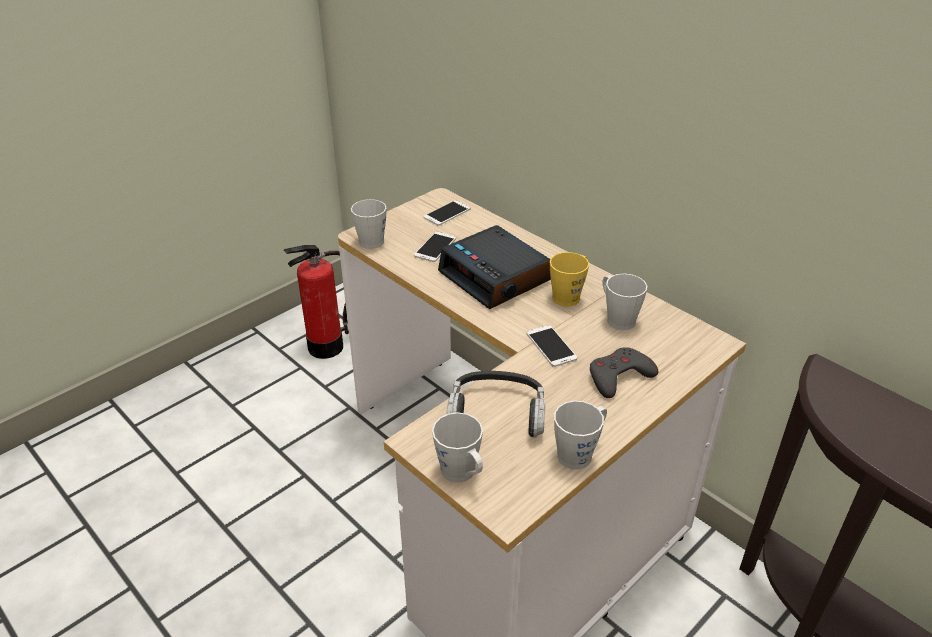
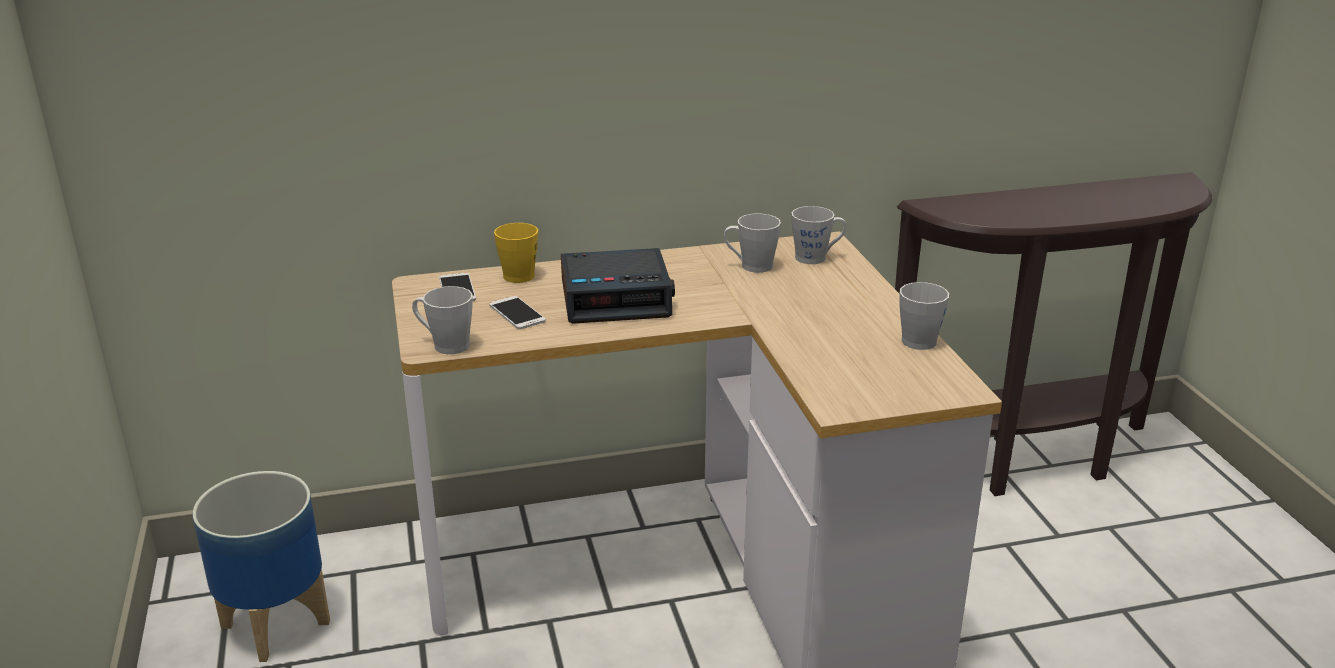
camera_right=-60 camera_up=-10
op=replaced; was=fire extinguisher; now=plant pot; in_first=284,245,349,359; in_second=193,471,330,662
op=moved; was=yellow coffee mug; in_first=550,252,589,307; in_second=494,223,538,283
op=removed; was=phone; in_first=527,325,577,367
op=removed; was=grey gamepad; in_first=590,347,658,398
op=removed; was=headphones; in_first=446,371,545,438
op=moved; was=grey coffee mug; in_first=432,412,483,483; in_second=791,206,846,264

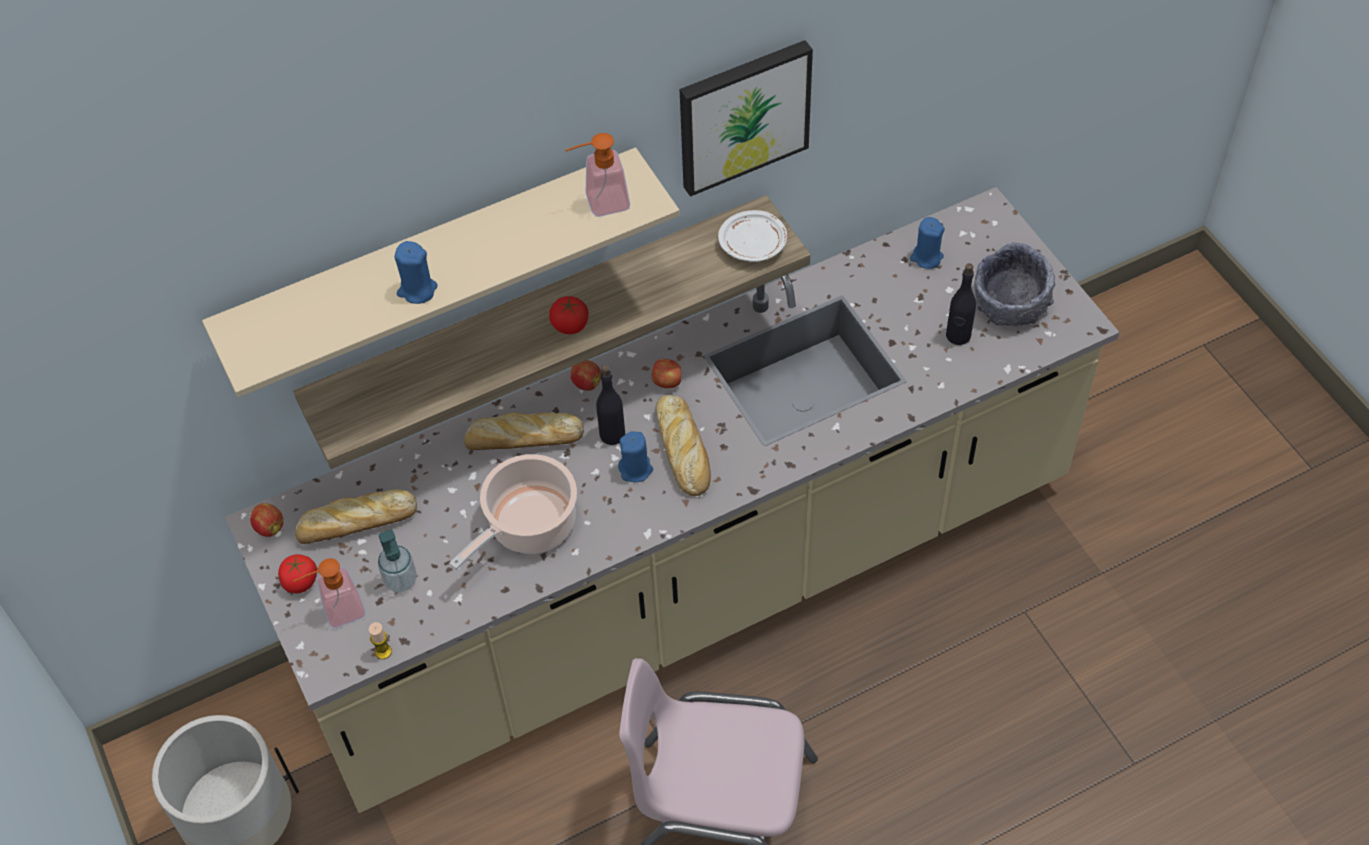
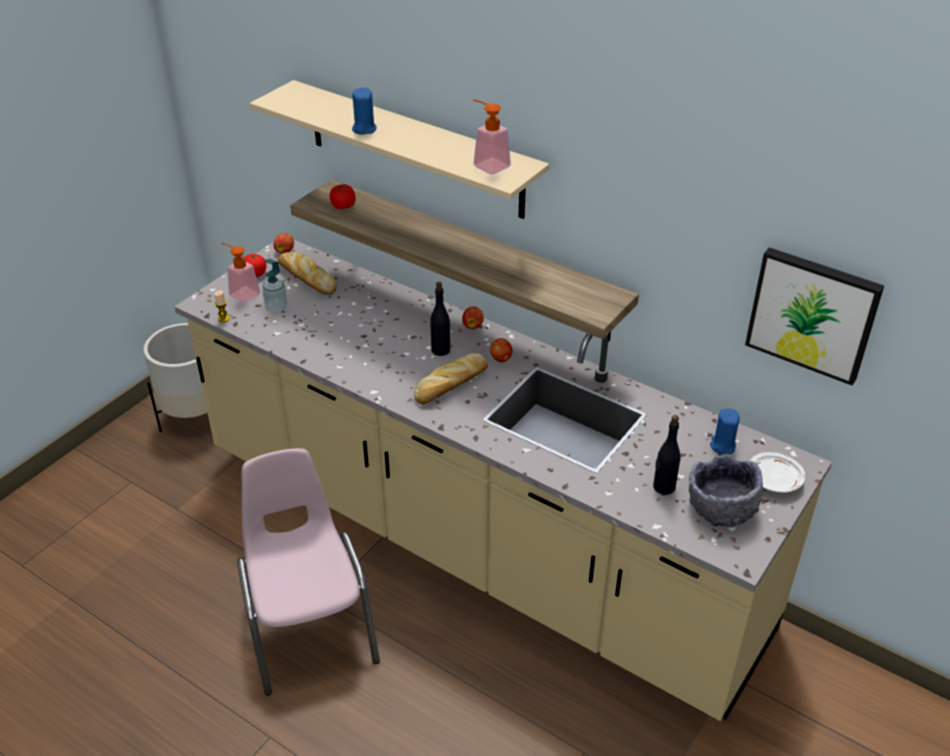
camera_right=60 camera_up=-15
op=moved; was=wall picture; in_first=680,40,813,197; in_second=745,247,884,385
op=moved; was=whitish dinner plate; in_first=718,210,787,262; in_second=749,452,805,493
op=moved; was=fresh tomato; in_first=549,296,588,334; in_second=330,184,356,209
op=removed; was=bakery bread; in_first=464,412,584,450
op=removed; was=bluish wax candle; in_first=618,431,653,482
op=removed; was=cooking pot; in_first=449,454,577,570

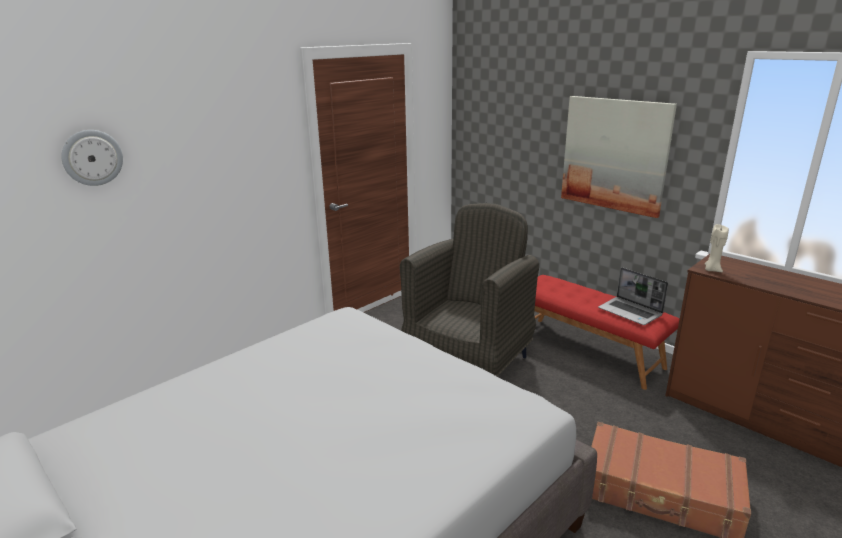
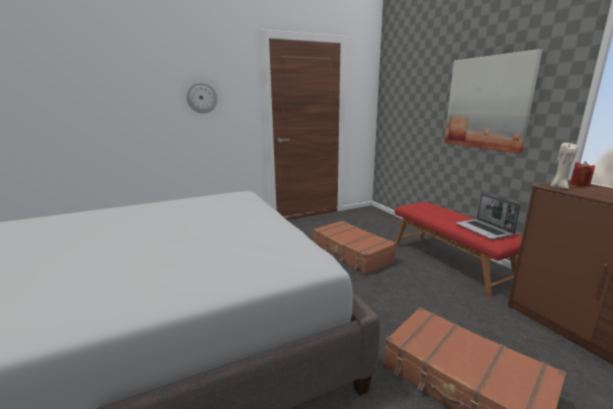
camera_right=20 camera_up=-5
op=moved; was=hanging clock; in_first=61,130,123,186; in_second=186,82,217,113
op=replaced; was=grey easy chair; now=brown travel case; in_first=400,203,539,377; in_second=313,220,397,275
op=added; now=red wax candle; in_second=570,161,595,186

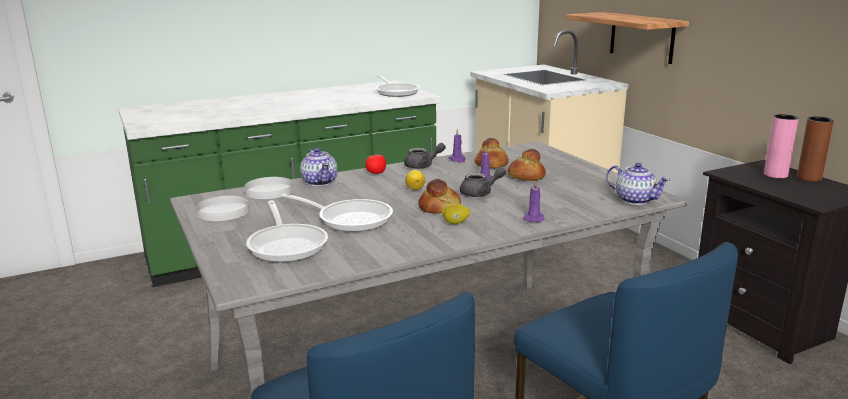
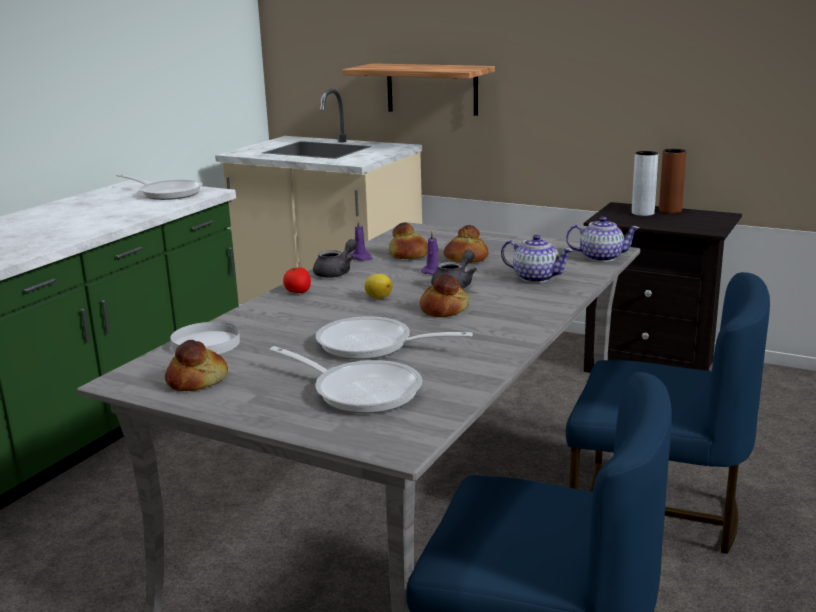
camera_right=-35 camera_up=0
op=recoloured; was=pink flower vase; now=grey flower vase; in_first=764,114,799,178; in_second=632,151,658,216
op=moved; was=pot for tea; in_first=300,148,338,186; in_second=501,235,573,283
op=removed; was=purple wax candle; in_first=523,180,545,222
op=turned; was=skillet; in_first=281,194,393,232; in_second=316,316,473,360; clockwise=-150
op=replaced; was=whitish dinner plate; now=bakery bread; in_first=196,196,250,221; in_second=165,340,228,391
op=removed; was=citrus fruit; in_first=442,203,470,224

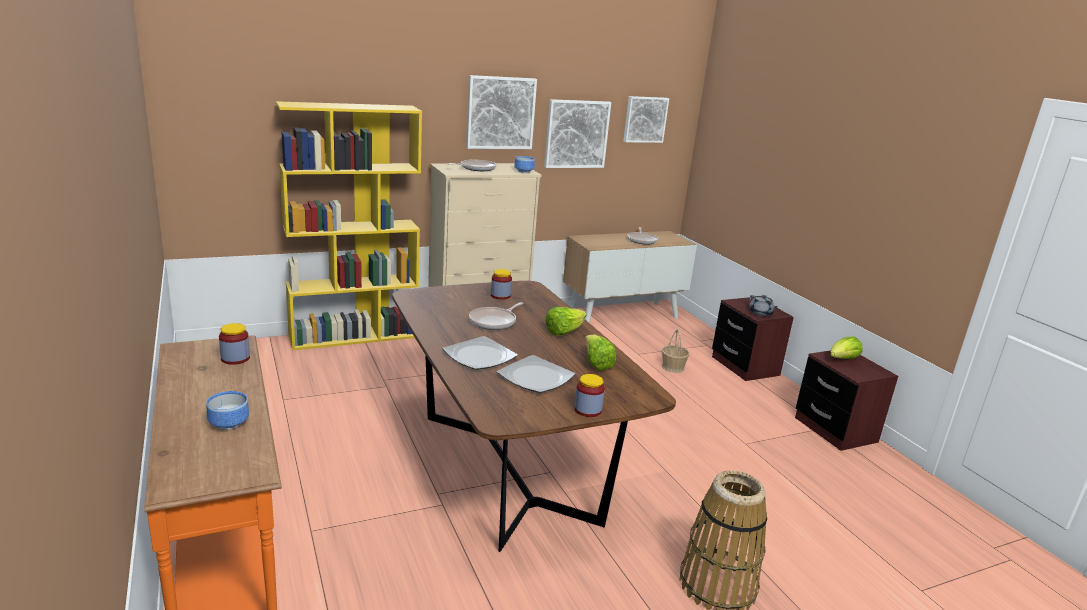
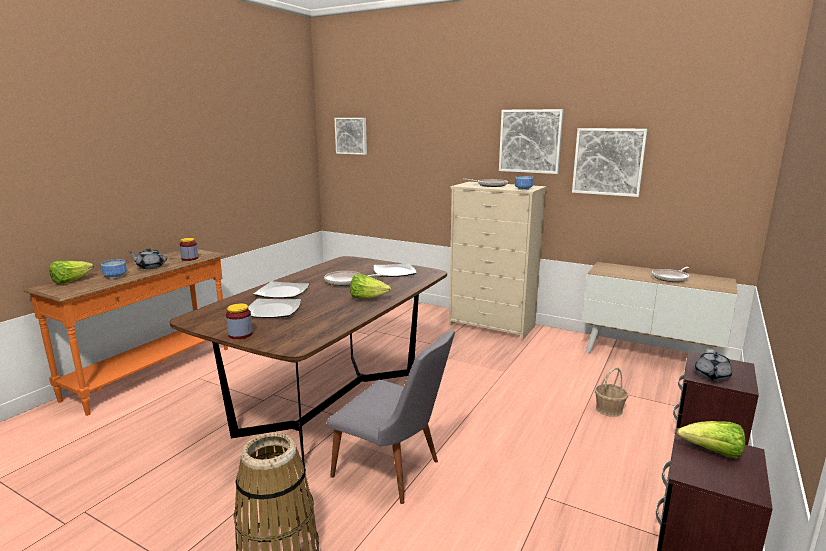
camera_right=55 camera_up=-5
op=moved; was=wall picture; in_first=623,96,669,143; in_second=335,118,367,155
op=removed; was=yellow shelving unit; in_first=276,101,422,350
op=replaced; was=jar; now=dinner plate; in_first=491,269,512,300; in_second=374,263,417,277
op=moved; was=lettuce head; in_first=585,335,616,371; in_second=49,261,94,284
op=added; now=grey pot for tea; in_second=129,248,168,269
op=added; now=grey chair; in_second=327,331,455,504

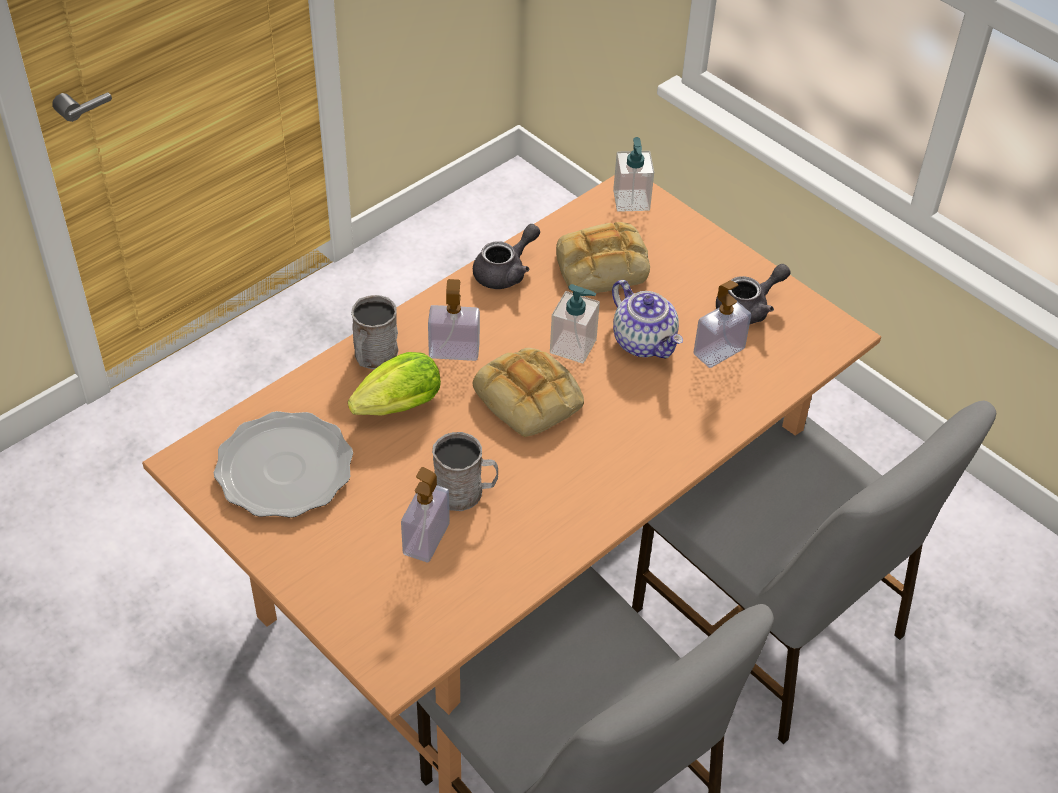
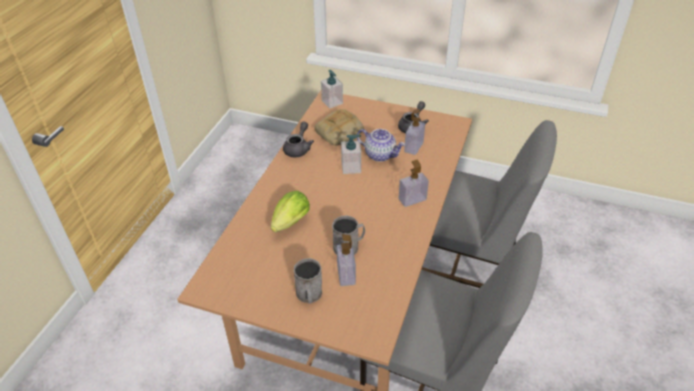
camera_right=-25 camera_up=-5
op=moved; was=soap dispenser; in_first=428,279,480,361; in_second=399,160,429,207
op=moved; was=grey coffee mug; in_first=351,295,399,369; in_second=294,258,322,304
op=removed; was=bakery bread; in_first=472,348,584,438
op=removed; was=dinner plate; in_first=213,411,353,518

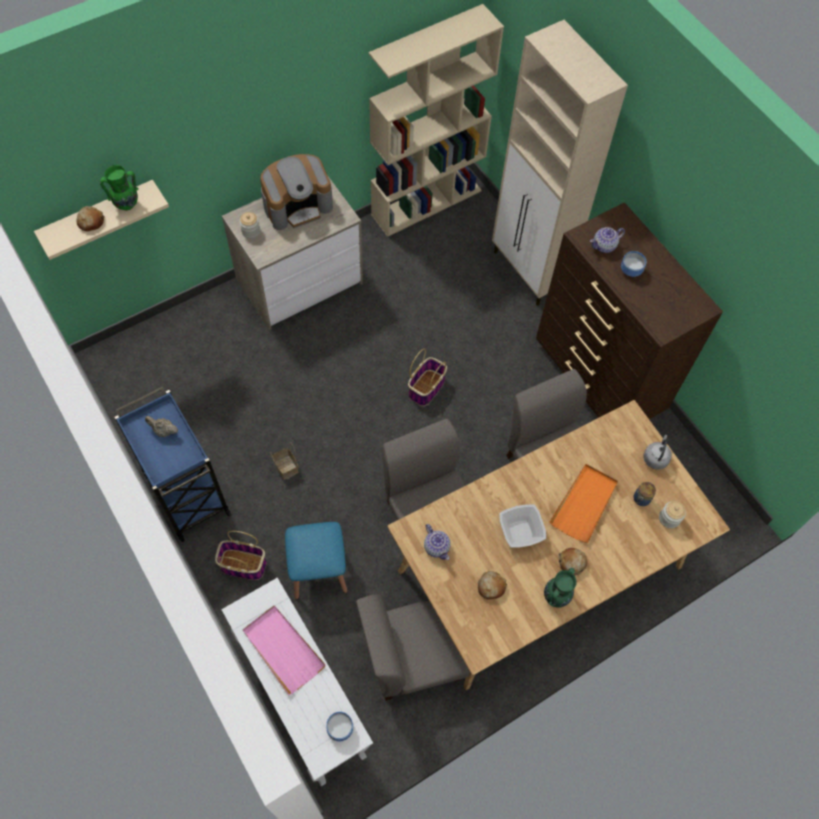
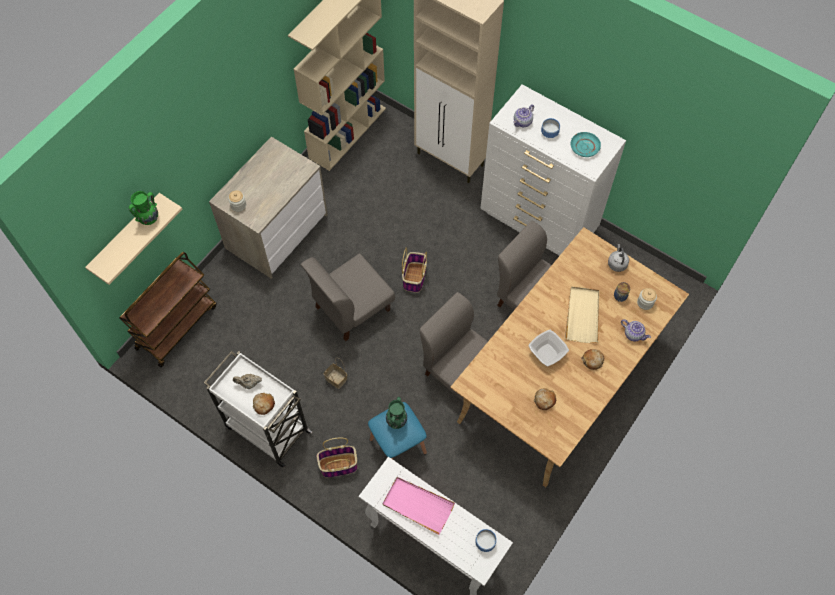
camera_right=-20 camera_up=0
op=removed; was=coffee machine; in_first=260,154,333,230
op=recoloured; was=brown chest of drawers; now=whitish chest of drawers; in_first=536,202,723,420; in_second=480,84,626,256
op=moved; was=bakery bread; in_first=77,206,105,231; in_second=253,393,275,415
op=recoloured; was=bluish wheeled cart; now=whitish wheeled cart; in_first=114,387,232,542; in_second=204,351,312,467
op=recoloured; was=orange-coloured tray; now=beige tray; in_first=549,464,618,543; in_second=565,286,599,343
op=moved; was=pot for tea; in_first=424,524,451,560; in_second=621,320,651,342
op=moved; was=greenish flower vase; in_first=544,568,577,608; in_second=386,397,407,429
op=moved; was=grey chair; in_first=356,594,470,701; in_second=301,253,395,341
op=added; now=turquoise-coloured dinner plate; in_second=571,132,601,157
op=added; now=brown wheeled cart; in_second=119,252,217,367

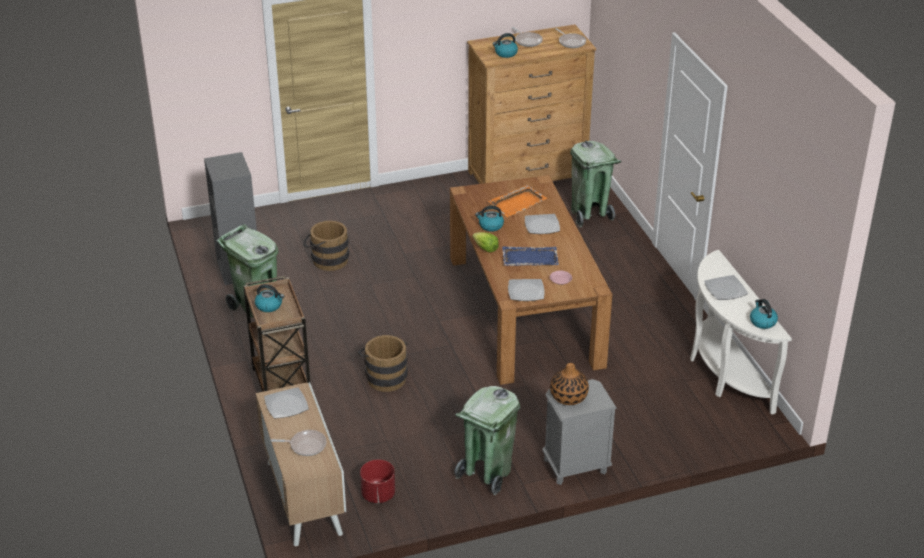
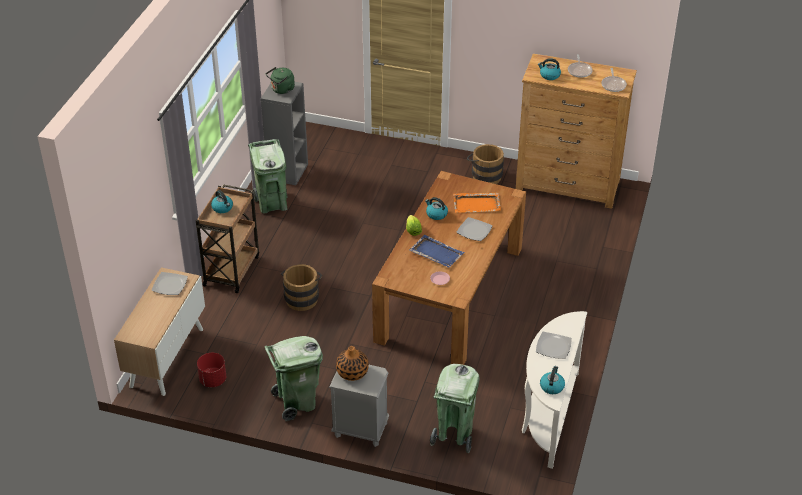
camera_right=35 camera_up=5
op=moved; was=greenish waste bin; in_first=570,141,621,227; in_second=430,364,480,453
op=moved; was=brown water bucket; in_first=303,221,349,271; in_second=467,144,504,184
op=removed; was=dinner plate; in_first=508,279,545,301
op=removed; was=skillet; in_first=271,430,326,456
op=added; now=greenish tea kettle; in_second=266,67,295,94

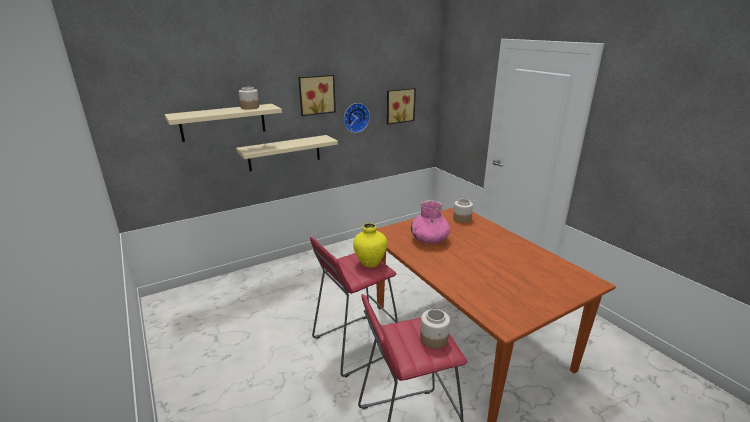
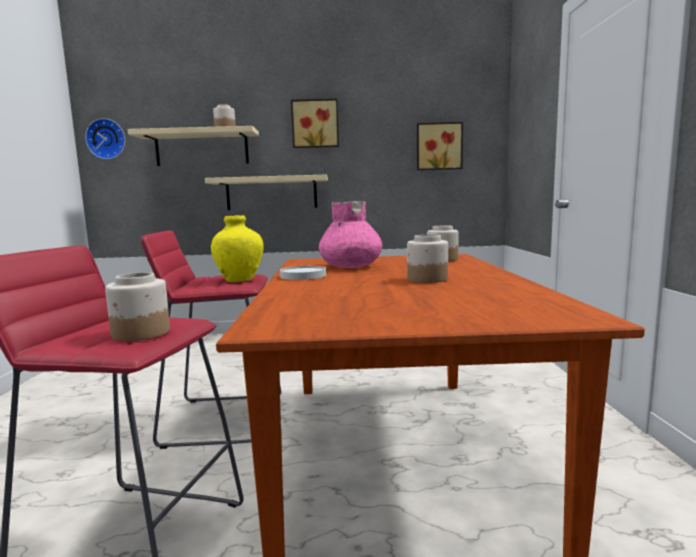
camera_right=30 camera_up=-15
op=moved; was=hanging clock; in_first=344,103,370,133; in_second=85,118,125,159
op=added; now=jar; in_second=407,235,448,283
op=added; now=whitish dinner plate; in_second=280,266,326,280

